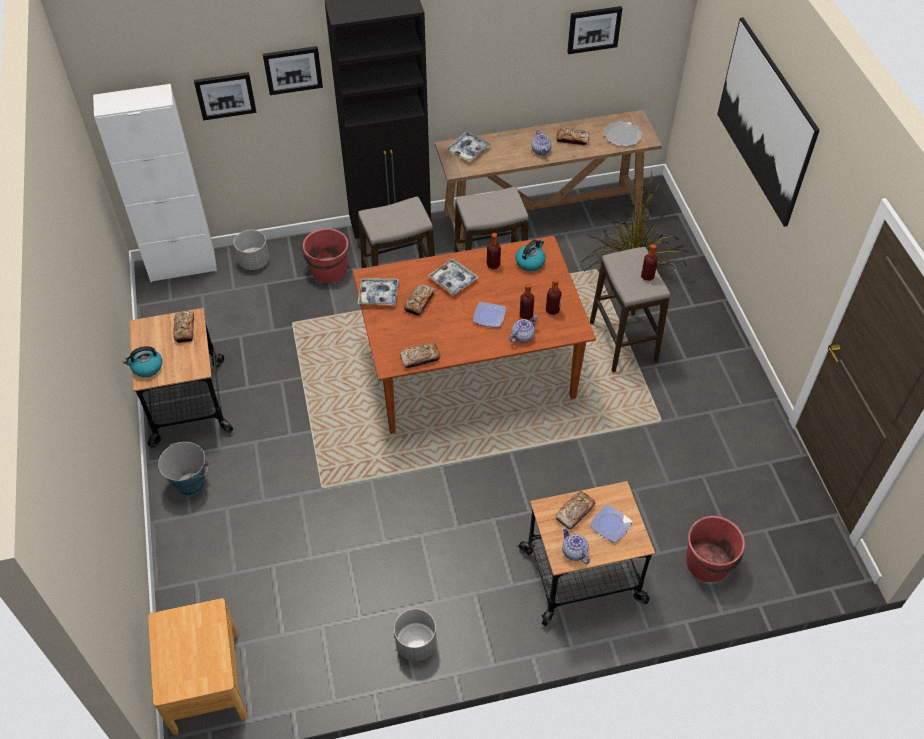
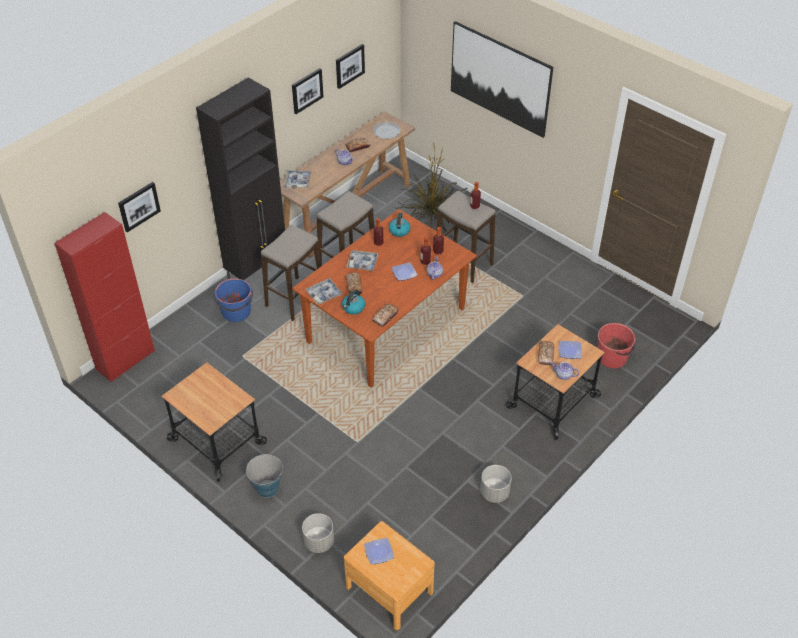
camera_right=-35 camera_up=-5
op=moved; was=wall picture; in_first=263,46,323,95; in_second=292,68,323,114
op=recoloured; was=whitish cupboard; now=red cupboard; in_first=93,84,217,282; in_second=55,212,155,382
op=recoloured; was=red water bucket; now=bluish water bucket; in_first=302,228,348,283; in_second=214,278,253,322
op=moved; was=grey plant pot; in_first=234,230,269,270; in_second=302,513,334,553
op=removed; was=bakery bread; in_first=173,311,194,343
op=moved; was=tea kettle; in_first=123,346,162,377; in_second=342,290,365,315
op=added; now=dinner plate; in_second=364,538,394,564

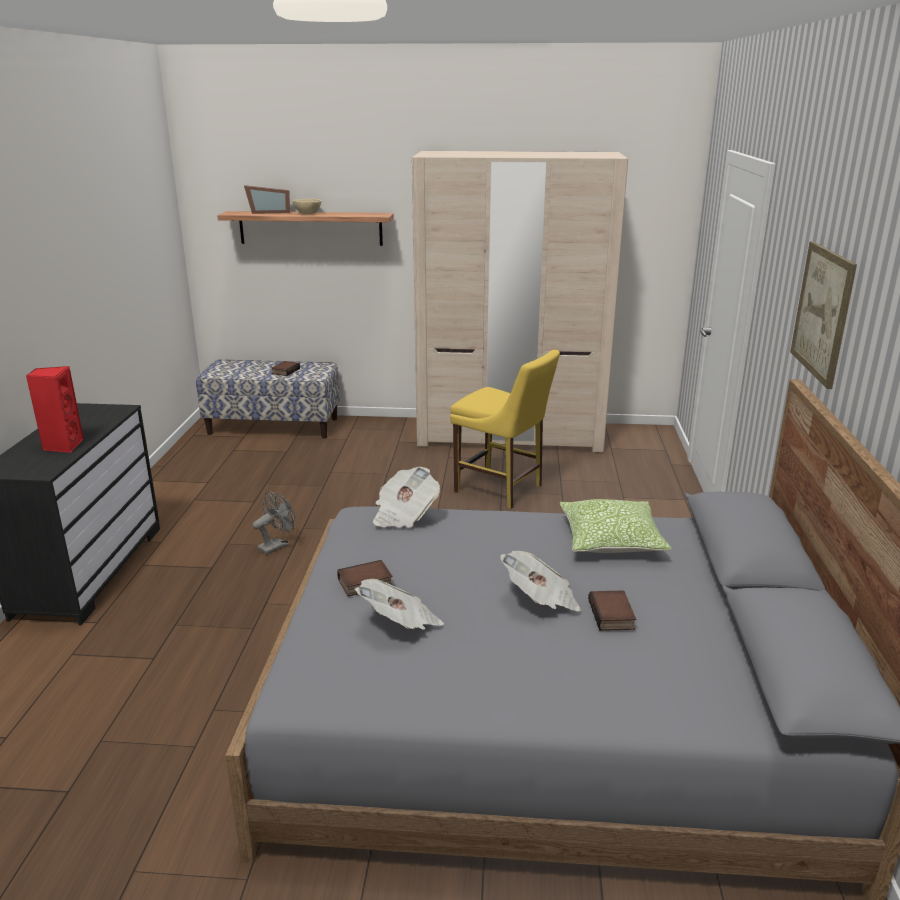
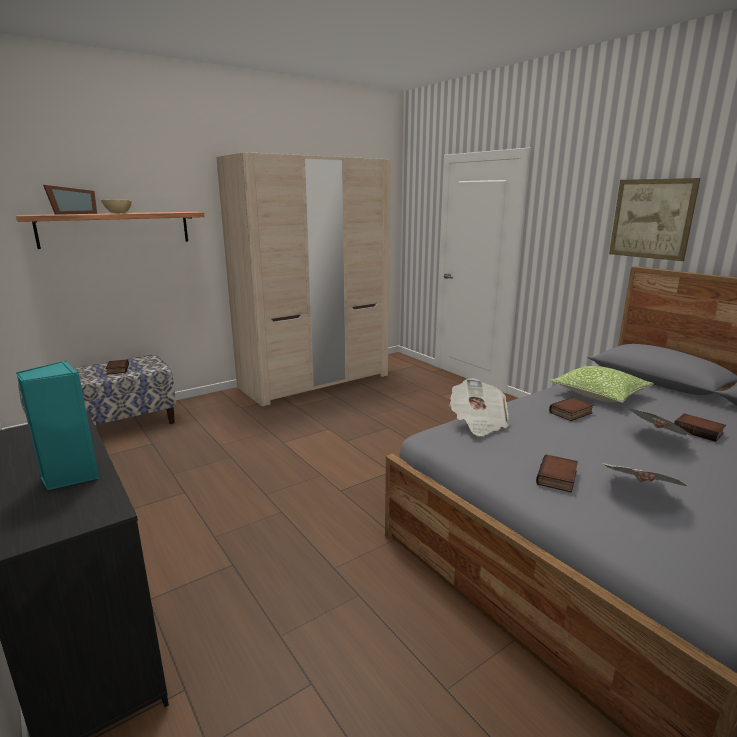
camera_right=-40 camera_up=-5
op=removed; was=yellow chair; in_first=450,349,560,509
op=recoloured; was=red speaker; now=turquoise-coloured speaker; in_first=26,366,84,453; in_second=16,361,99,490
op=removed; was=grey fan; in_first=252,491,295,555
op=added; now=book; in_second=549,397,594,421

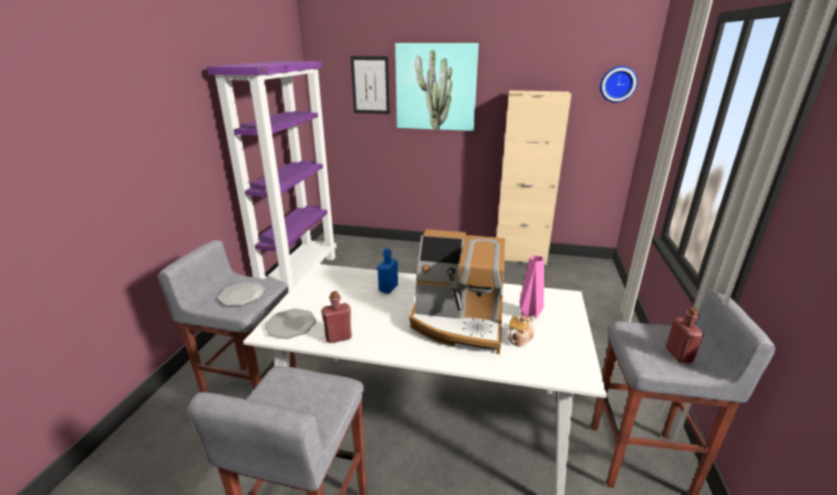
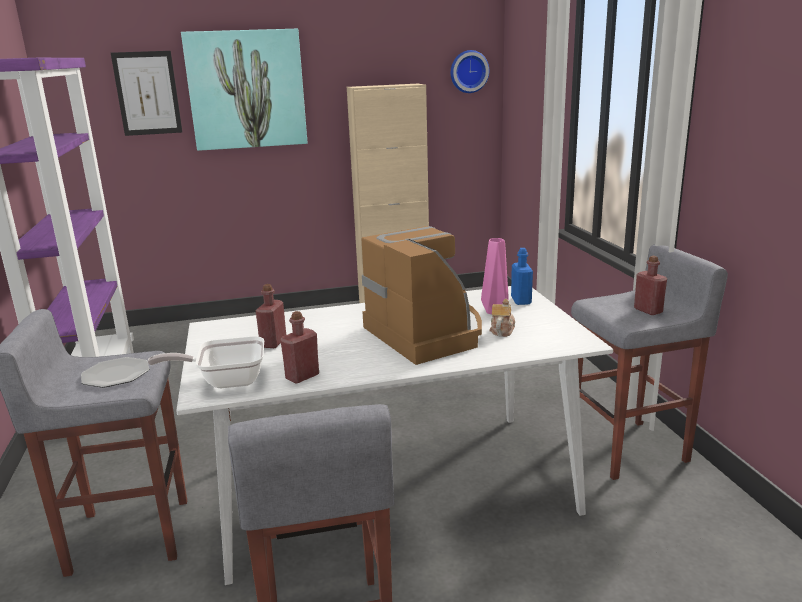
camera_right=-25 camera_up=-5
op=turned; was=coffee machine; in_first=410,229,505,354; in_second=362,226,482,365; clockwise=-105
op=moved; was=bluish drink bottle; in_first=377,248,398,294; in_second=511,248,533,305
op=replaced; was=dinner plate; now=skillet; in_first=264,308,317,339; in_second=148,336,264,388
op=added; now=red drink bottle; in_second=256,284,286,348

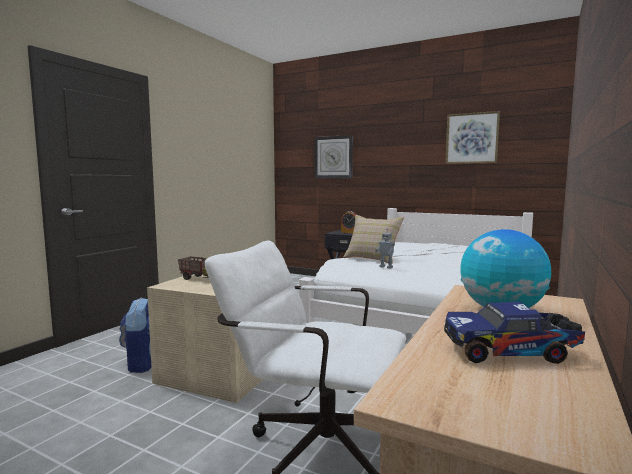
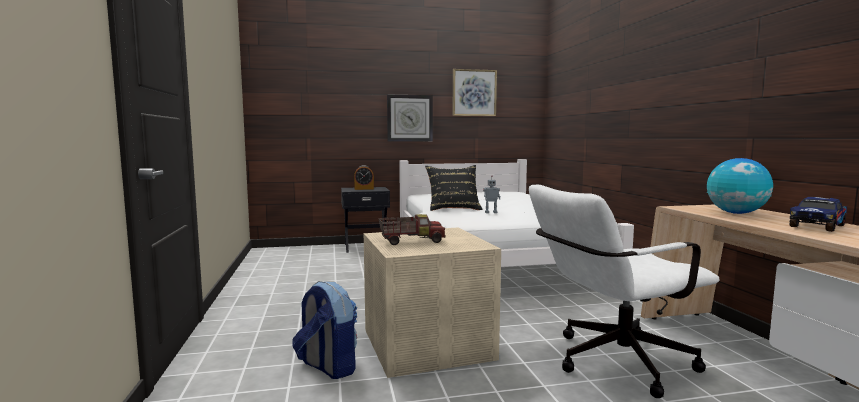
camera_right=-40 camera_up=0
op=moved; was=hanging clock; in_first=314,135,353,178; in_second=387,94,433,142
op=recoloured; was=beige cushion; now=black-coloured cushion; in_first=343,215,404,263; in_second=425,165,483,211

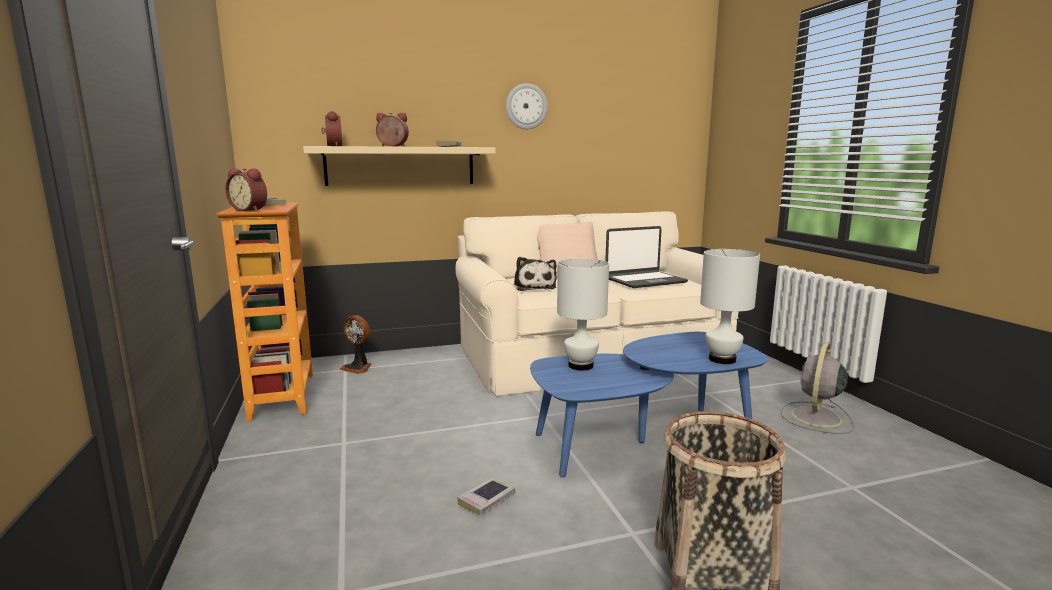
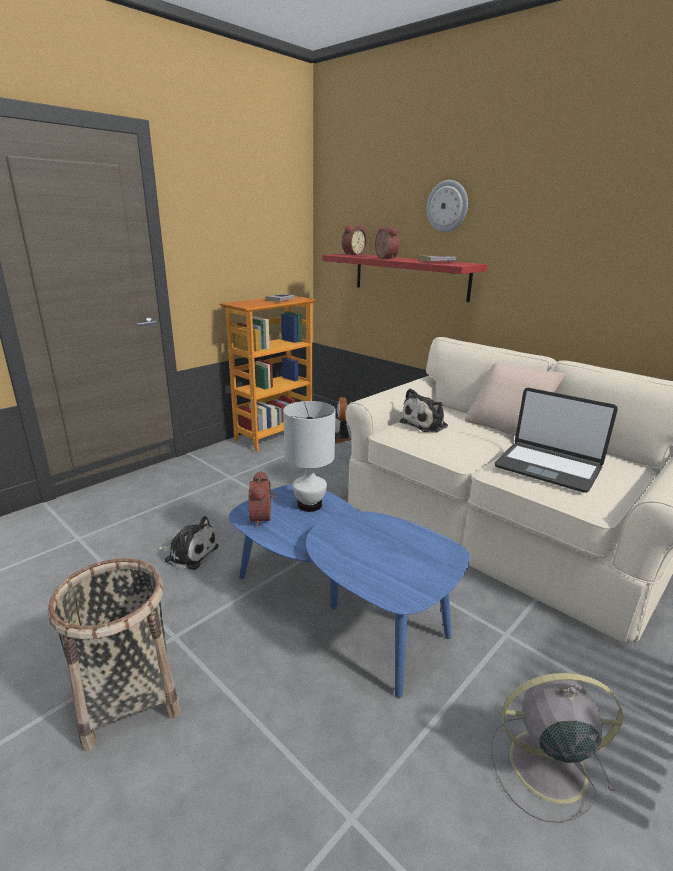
camera_right=60 camera_up=10
op=moved; was=hanging clock; in_first=506,83,548,129; in_second=427,180,468,232
op=recoloured; was=beige bracket shelf; now=red bracket shelf; in_first=303,146,496,186; in_second=323,254,487,302
op=moved; was=alarm clock; in_first=226,168,267,211; in_second=249,470,276,527
op=removed; was=whitish lamp for a table; in_first=700,249,760,364
op=replaced; was=book; now=soft toy; in_first=457,478,515,515; in_second=157,516,218,570

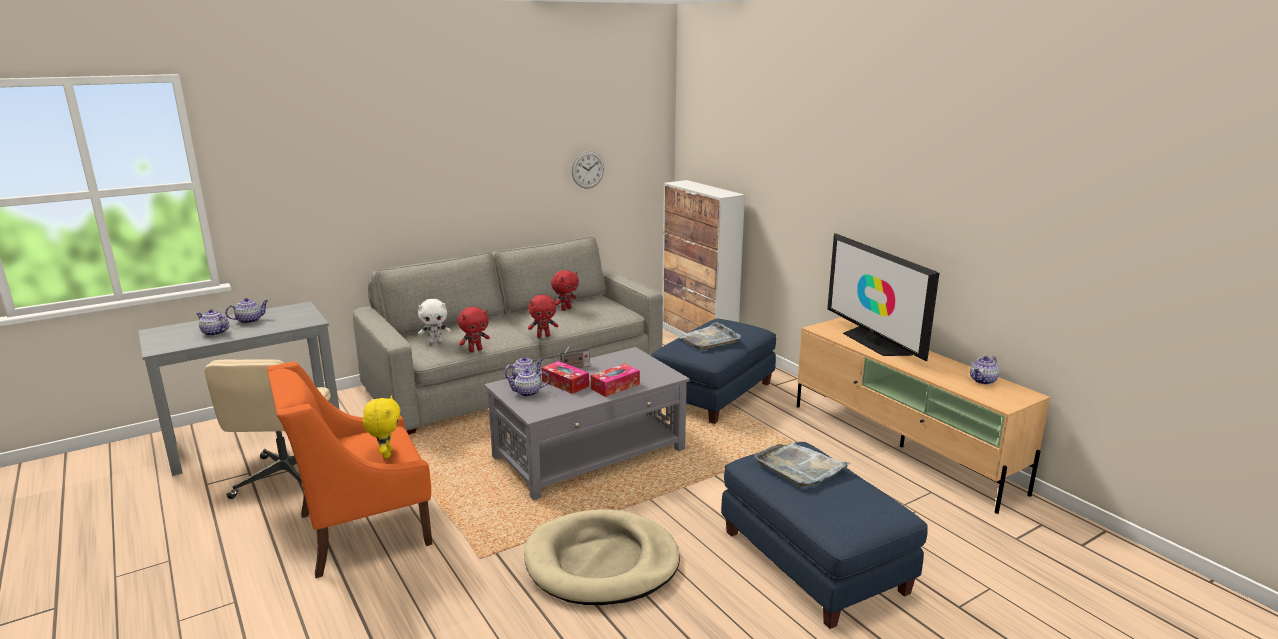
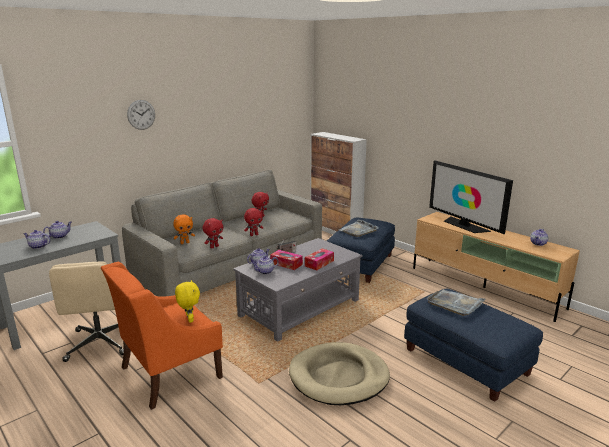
camera_right=-10 camera_up=0
op=moved; was=hanging clock; in_first=572,151,604,189; in_second=127,100,155,130
op=recoloured; was=whitish soft toy; now=orange-coloured soft toy; in_first=418,299,451,343; in_second=173,214,195,244

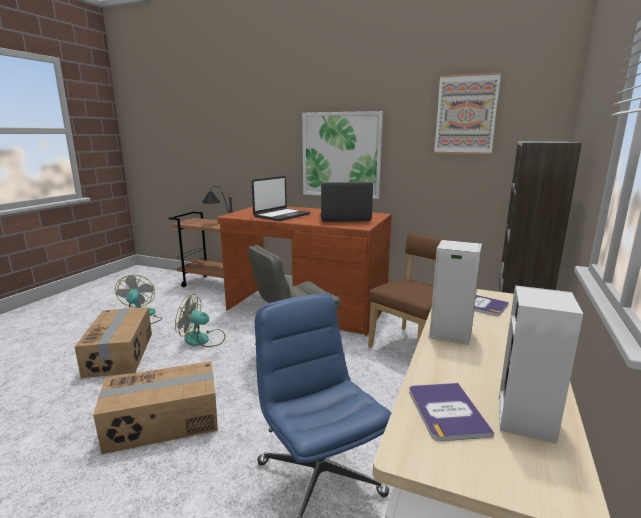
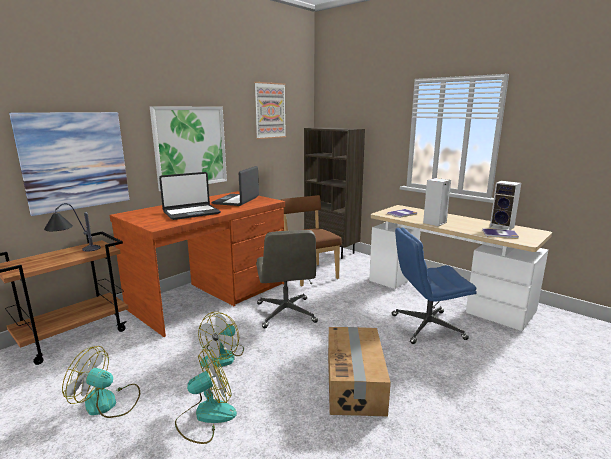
camera_right=-70 camera_up=0
op=turned; was=portable computer; in_first=252,176,311,221; in_second=159,172,221,220; clockwise=90
op=replaced; was=cardboard box; now=fan; in_first=75,307,152,378; in_second=175,349,237,444
op=added; now=wall picture; in_second=9,112,129,216

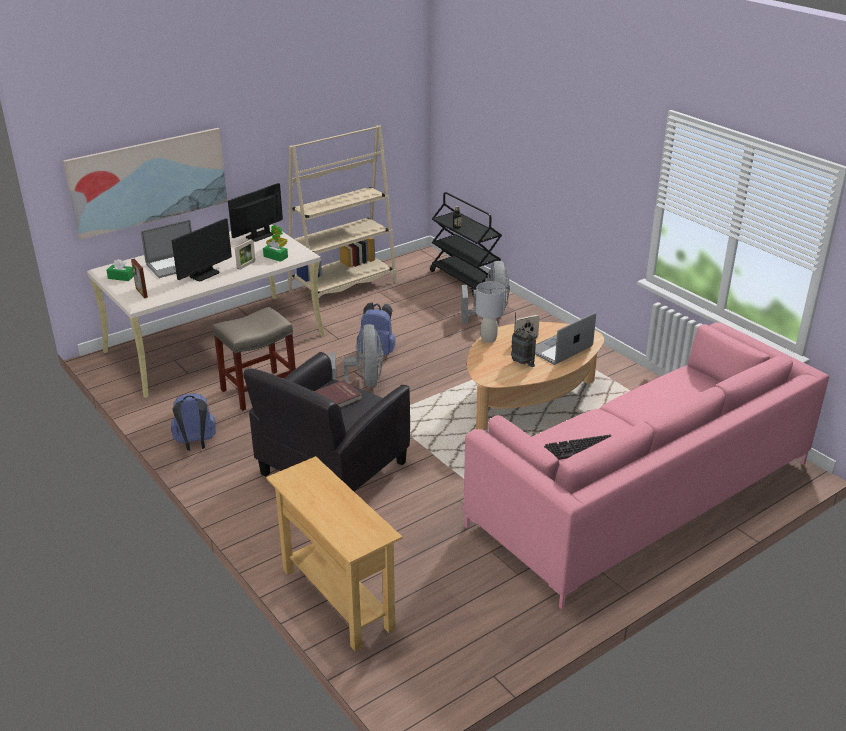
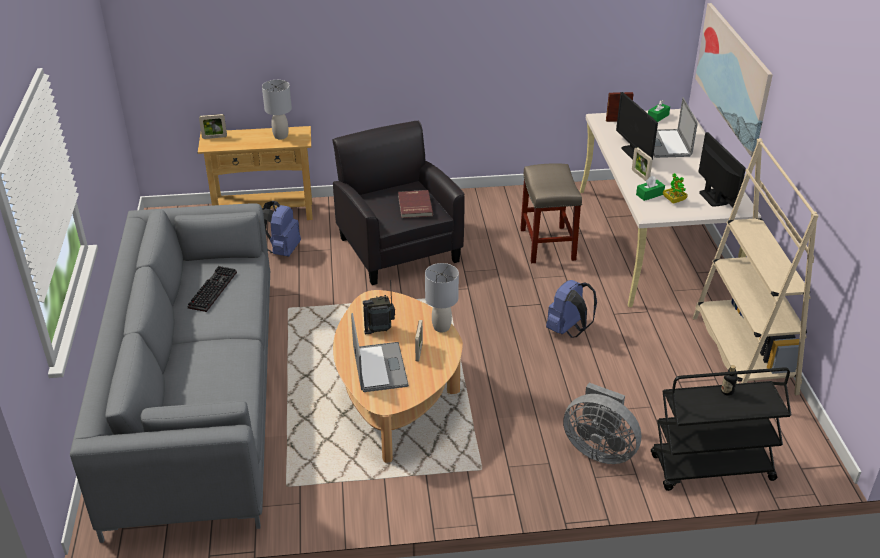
camera_right=120 camera_up=5
op=recoloured; was=pink sofa; now=grey sofa; in_first=462,322,829,609; in_second=70,203,270,543
op=removed; was=grey fan; in_first=329,324,384,387
op=moved; was=bluish backpack; in_first=171,393,216,451; in_second=262,201,301,257
op=added; now=grey lamp for a table; in_second=262,80,292,139
op=added; now=picture frame; in_second=199,114,227,139

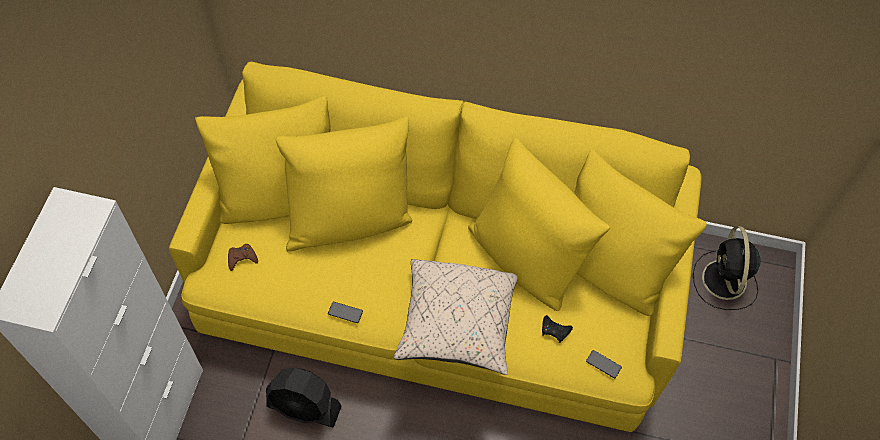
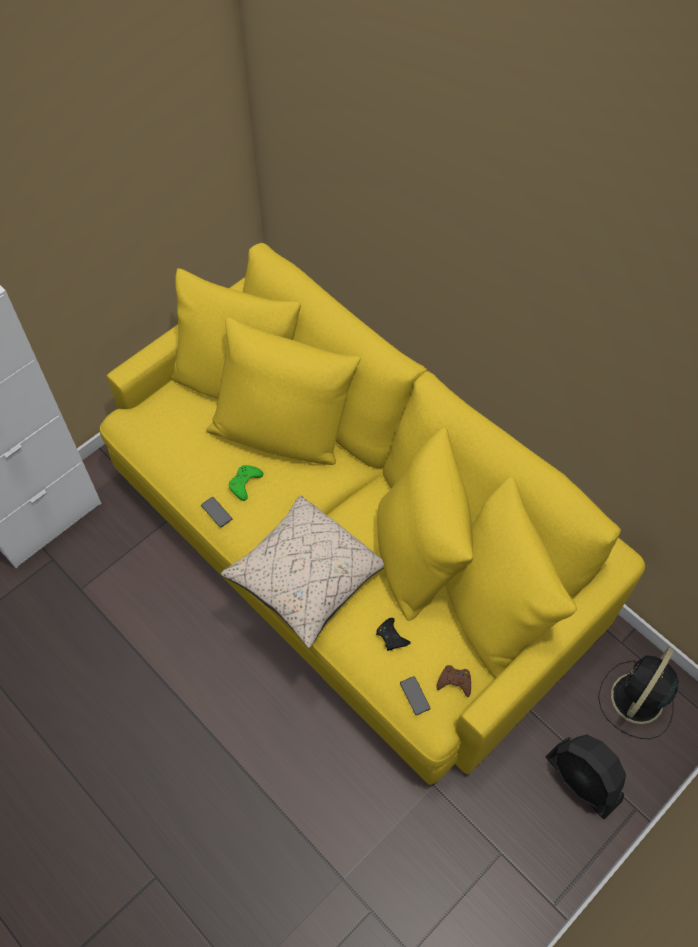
camera_right=35 camera_up=0
op=moved; was=brown gamepad; in_first=228,244,258,271; in_second=436,665,471,697
op=moved; was=black-coloured fan; in_first=266,368,342,427; in_second=545,734,626,819
op=added; now=greenish gamepad; in_second=229,465,264,501

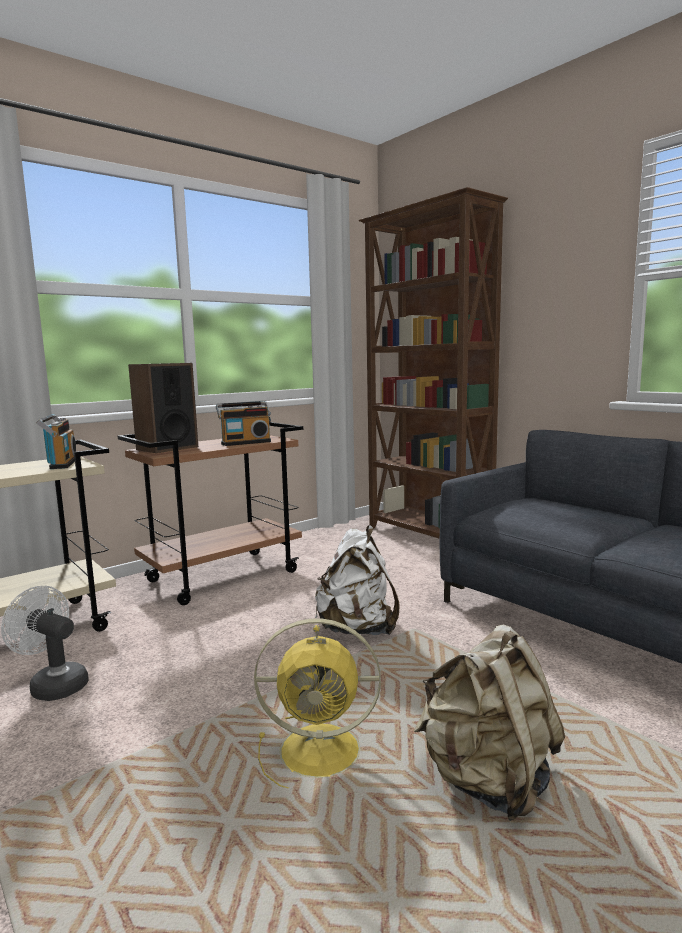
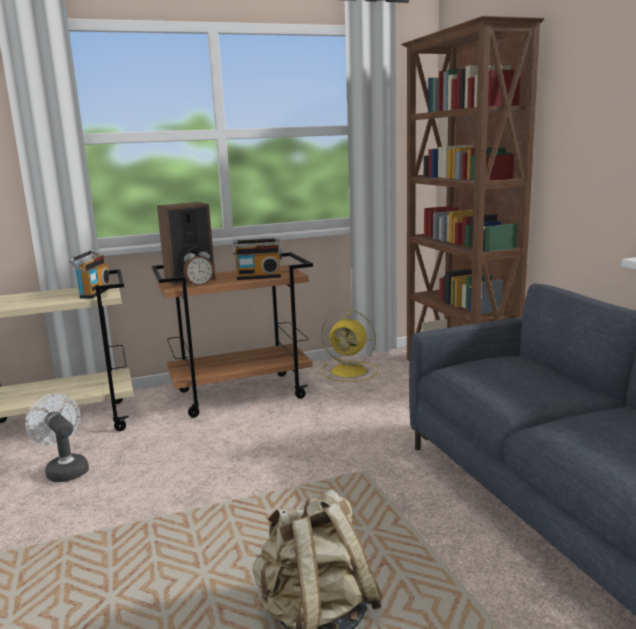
camera_right=20 camera_up=5
op=removed; was=whitish backpack; in_first=315,525,399,635
op=moved; was=yellow fan; in_first=254,618,381,788; in_second=321,309,378,382
op=added; now=alarm clock; in_second=183,247,214,287

